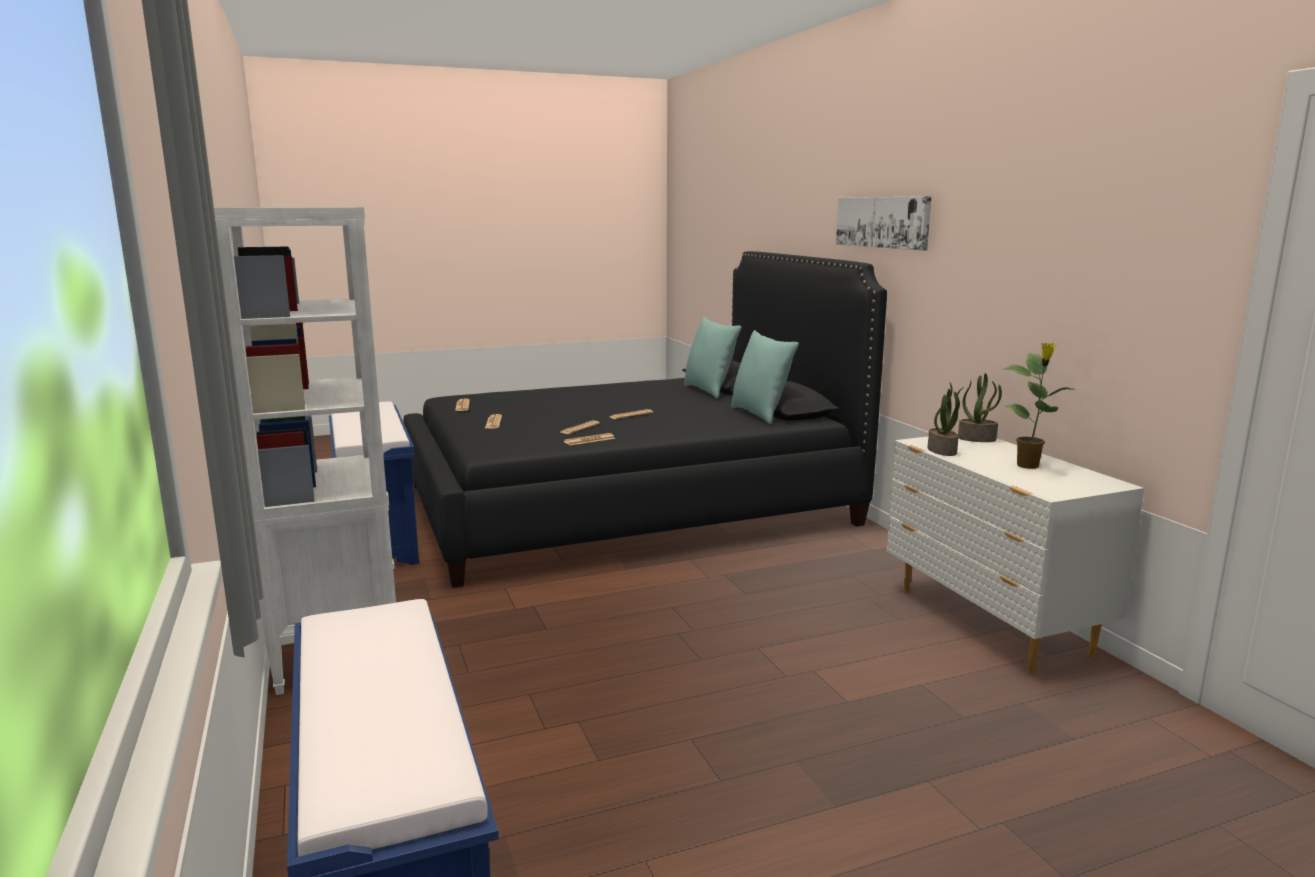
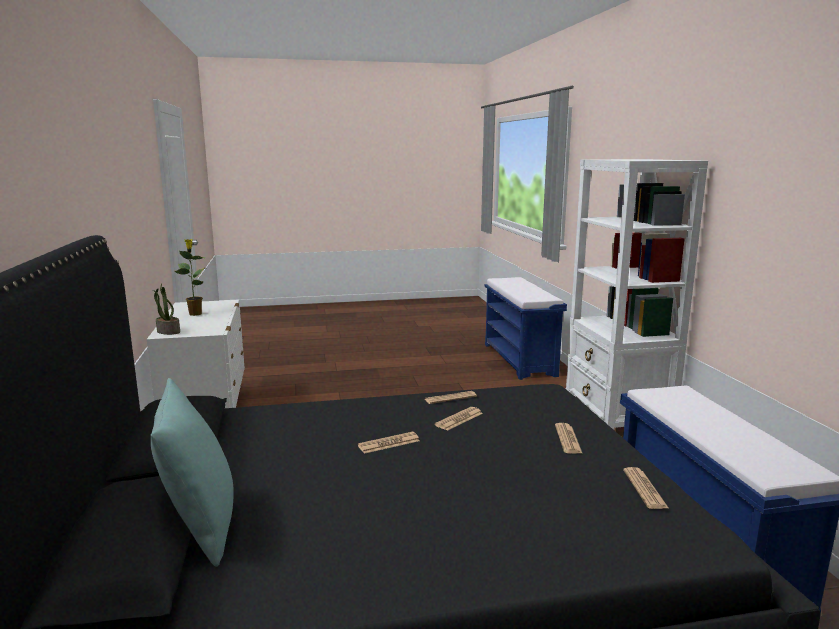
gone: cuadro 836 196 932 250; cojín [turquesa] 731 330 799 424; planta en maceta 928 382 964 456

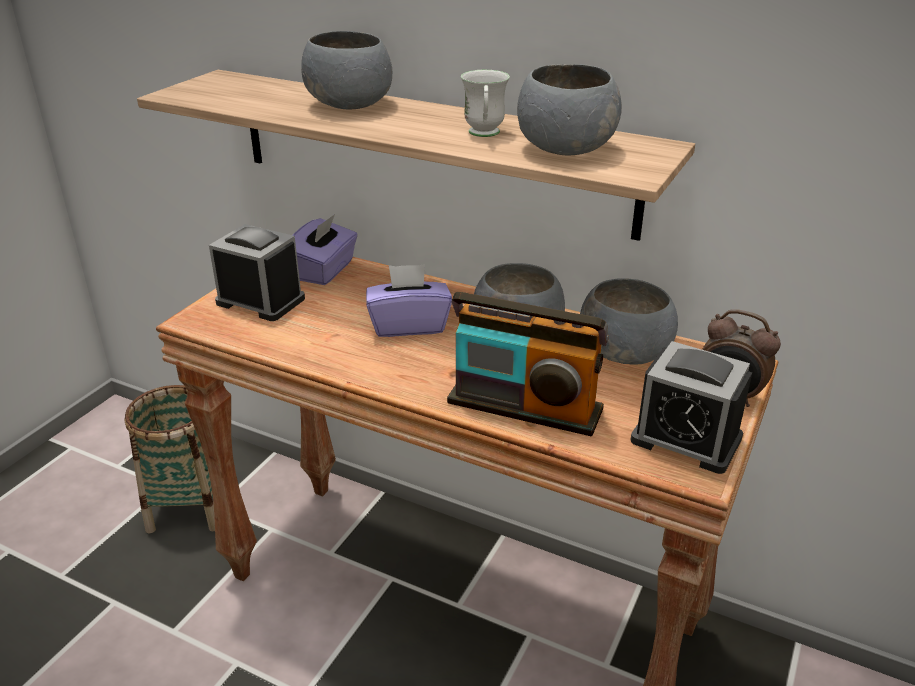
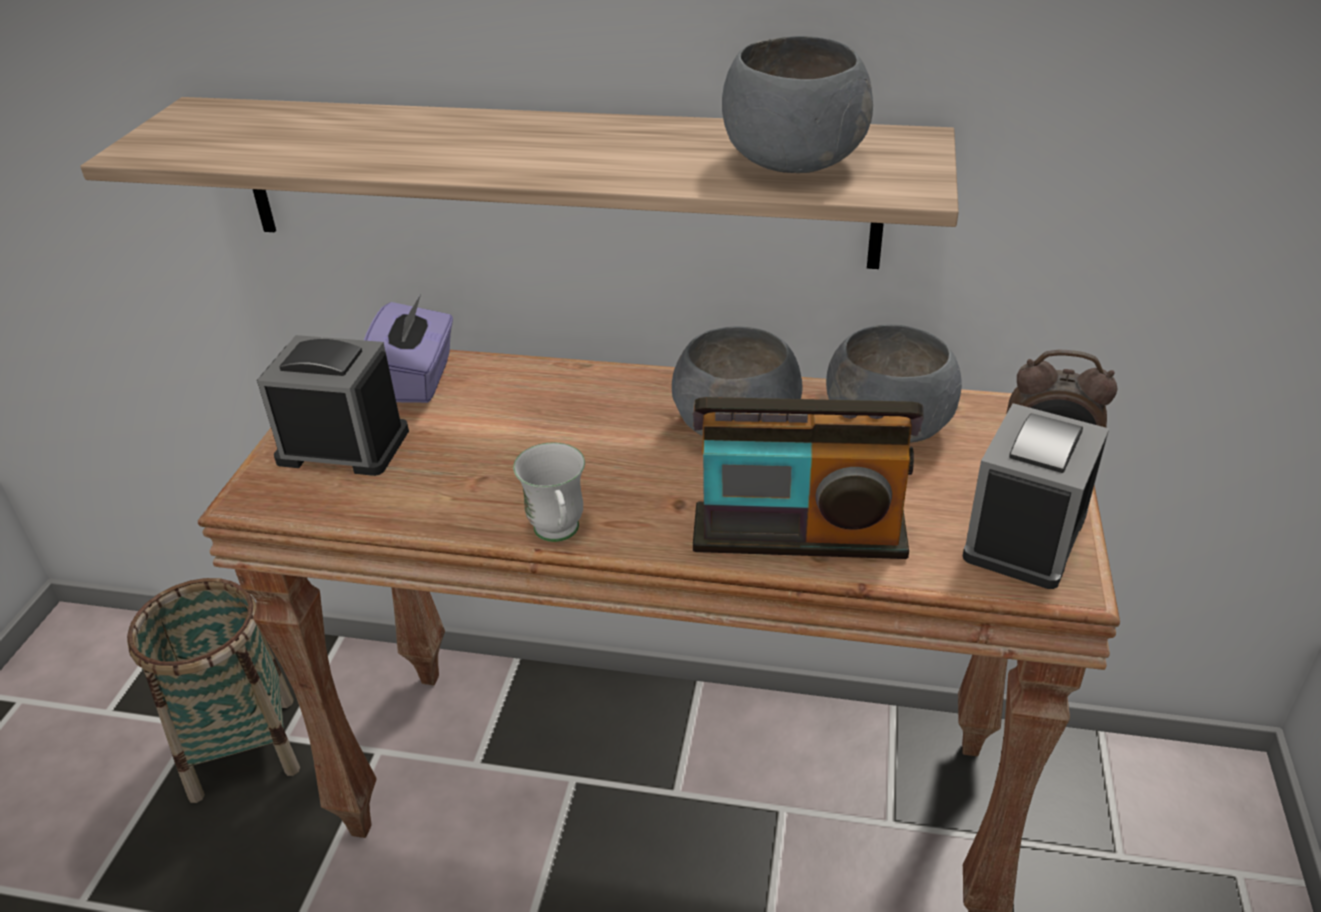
gone: cuenco [gris] 301 31 392 110; caja de pañuelos [morado] 366 264 452 337
shifted: taza grande [blanco] 461 70 510 137 to 513 443 585 542
rotated: despertador 630 341 752 474 = 963 403 1109 589 105 degrees clockwise

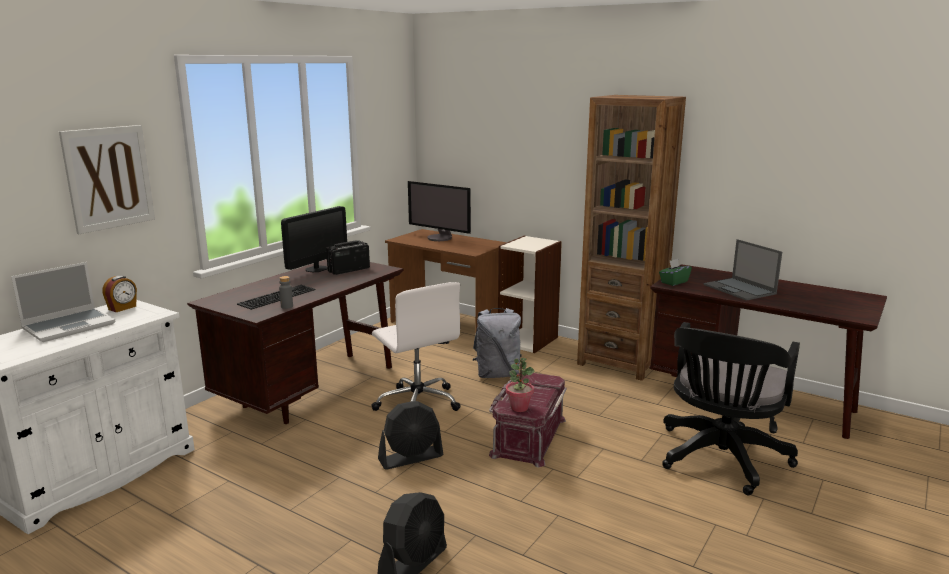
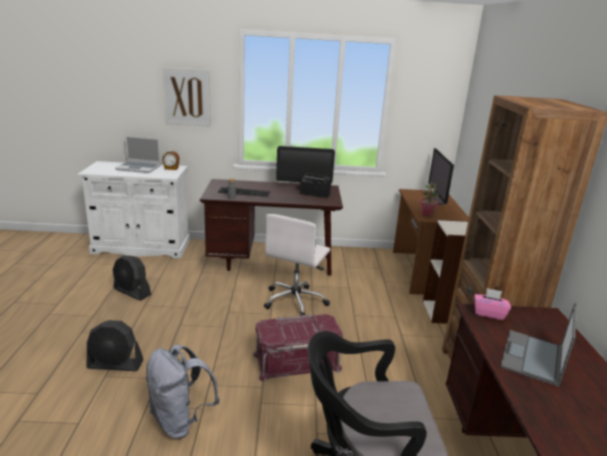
shifted: mochila [gris] 473 308 522 378 to 146 345 220 439; planta en maceta 506 358 535 412 to 419 182 438 216; ventilador [negro] 378 401 443 470 to 113 255 151 301
repainted: caja de pañuelos [verde] 659 259 692 286 to caja de pañuelos [rosa] 474 288 511 320

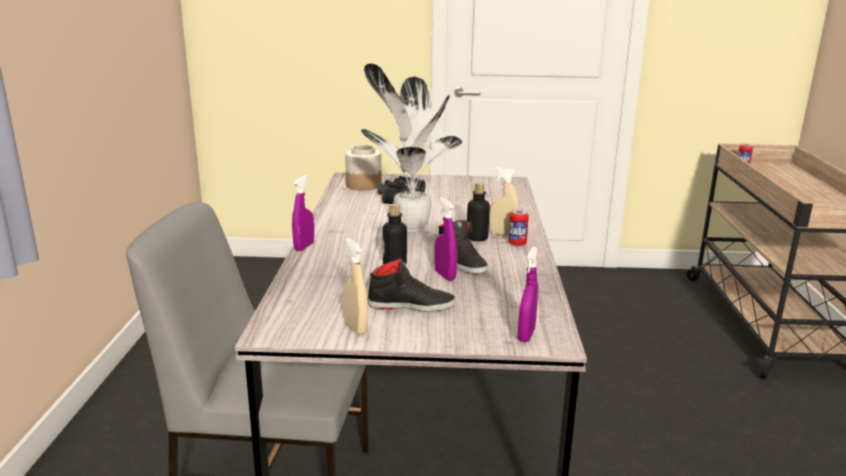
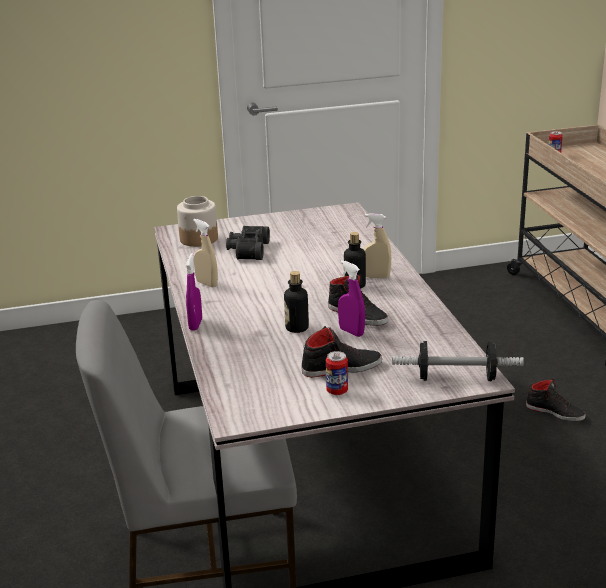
gone: planta en maceta 361 64 462 232
new: zapato [negro] 526 379 585 421
shifted: lata 508 209 529 246 to 326 351 348 395; pulverizador [beis] 343 238 368 335 to 193 219 218 287
swapped: pulverizador [morado] 518 247 538 342 to mancuerna 392 341 524 381

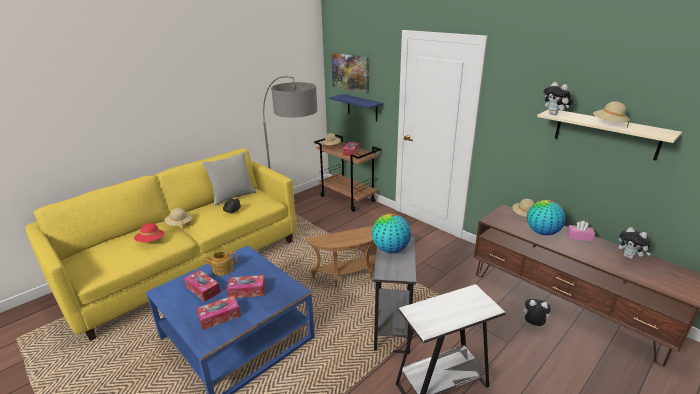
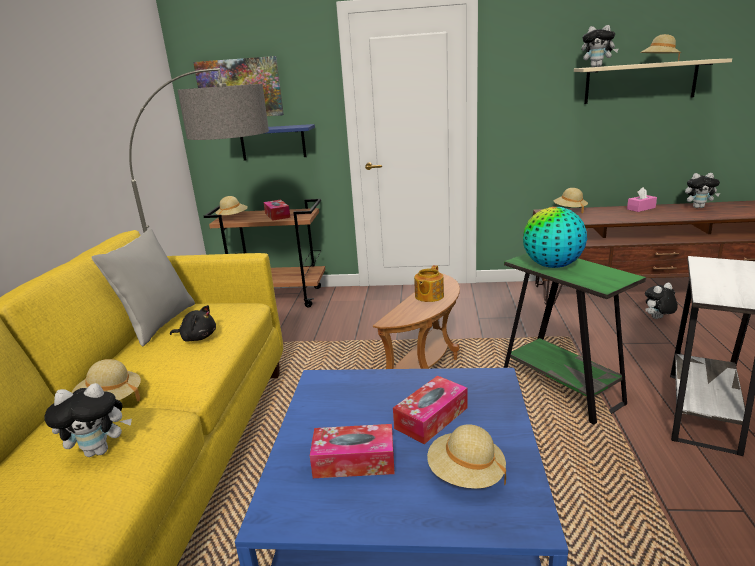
gone: globo terráqueo 527 200 566 235
shifted: tetera 203 251 237 276 to 414 265 444 302
swapped: sombrero [rojo] 134 223 165 242 to peluche 44 383 132 457; caja de pañuelos 196 296 240 330 to sombrero [beis] 427 424 506 489
repainted: mesa auxiliar [gris] 373 236 416 354 to mesa auxiliar [verde] 504 253 646 425

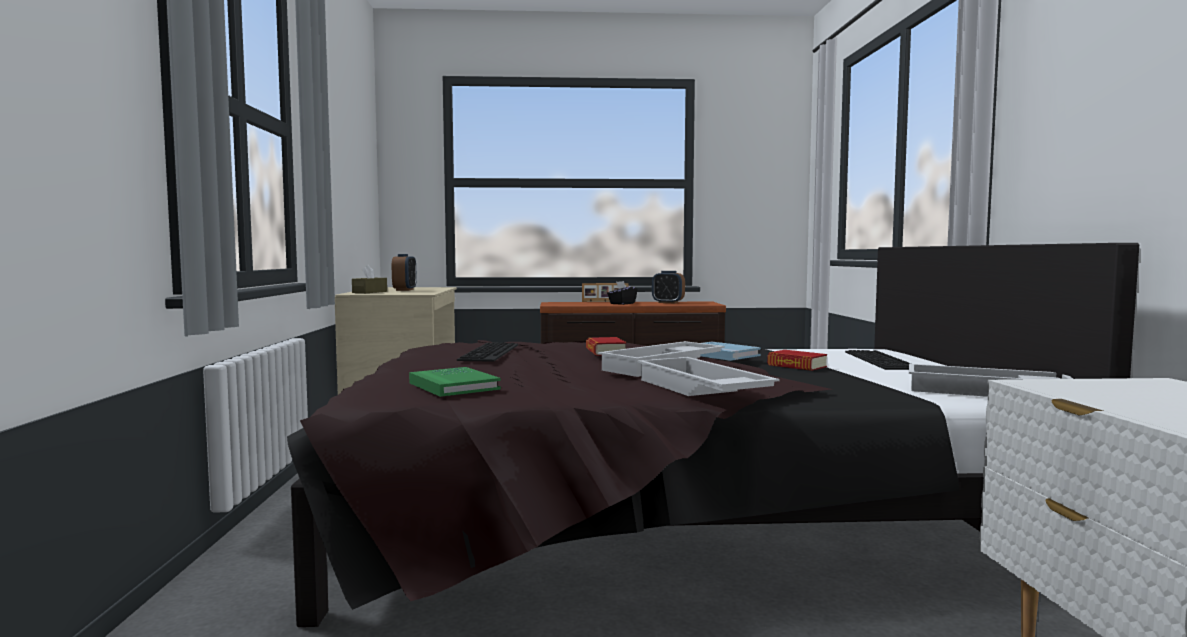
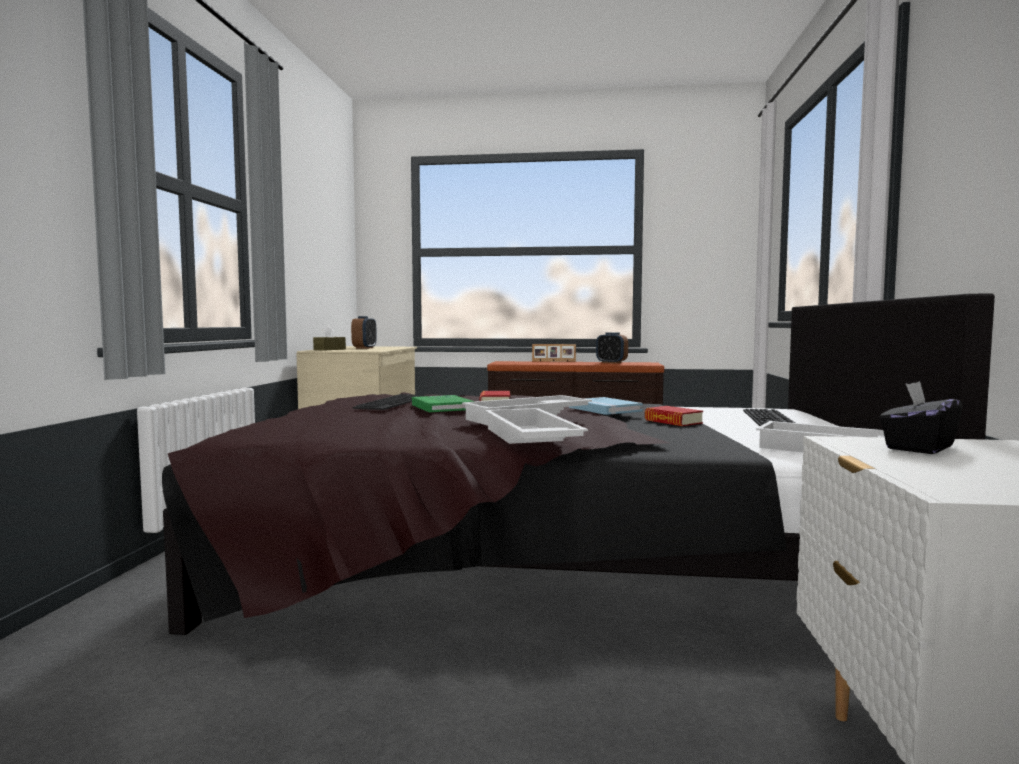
shifted: caja de pañuelos [negro] 607 281 638 305 to 879 381 962 454; libro [verde] 409 367 501 397 to 412 395 475 412

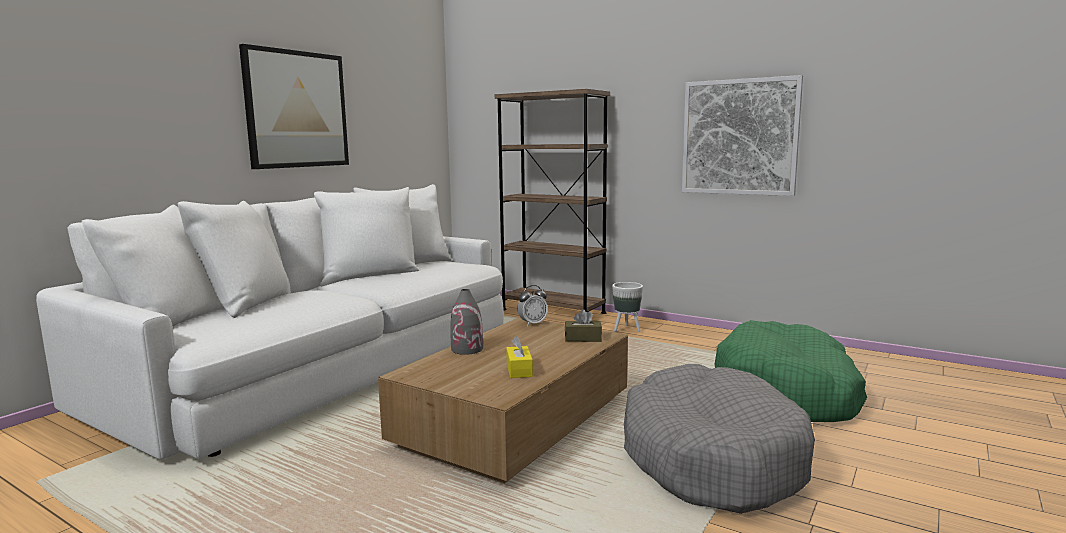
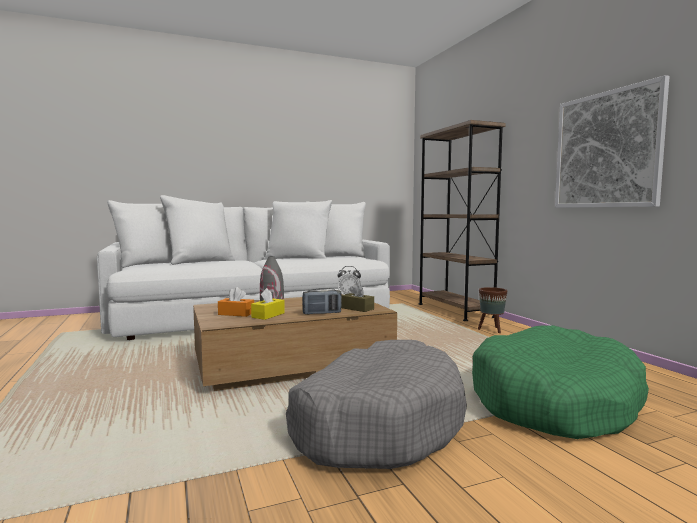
gone: cuadro 239 44 349 169
new: caja de pañuelos [naranja] 218 287 254 317; radio 302 288 342 315
repainted: maceta [blanco] 612 282 643 332 to maceta [marrón] 478 287 507 333

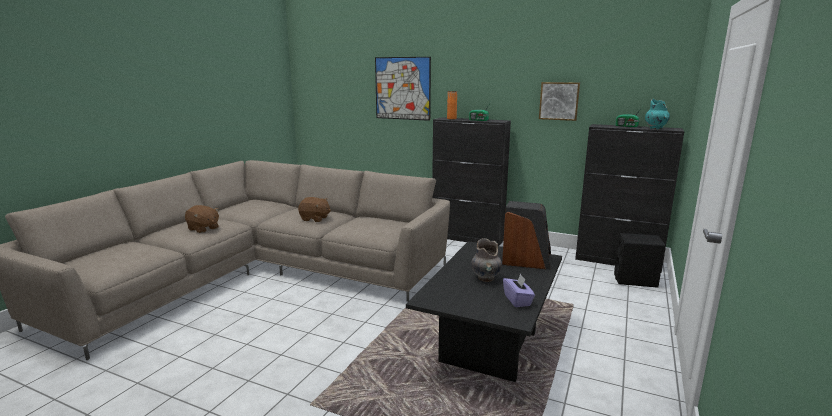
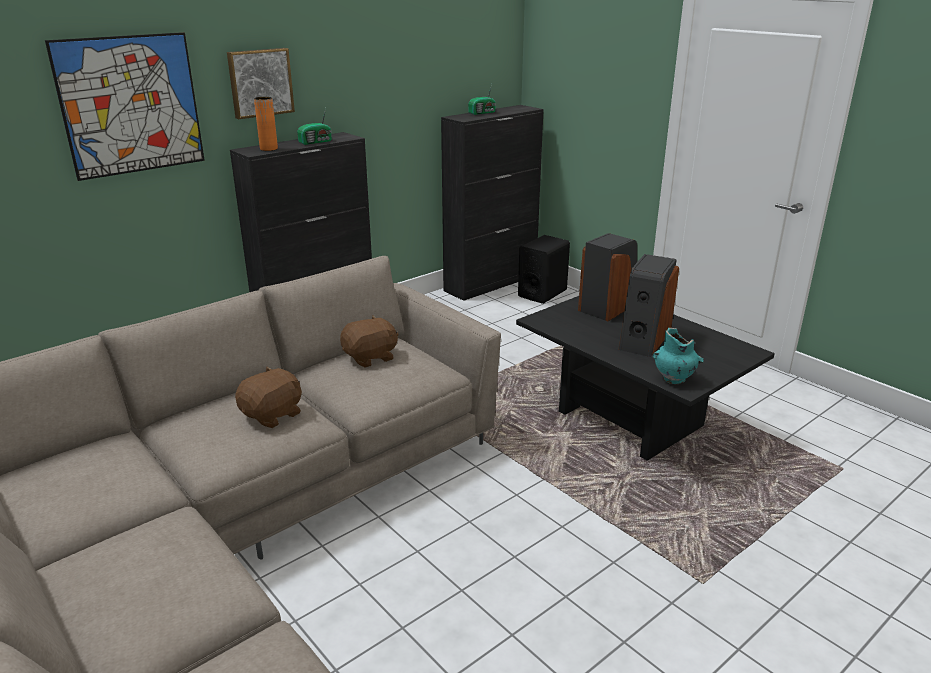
gone: caja de pañuelos [morado] 503 274 535 307
shifted: cuadro 539 82 580 121 to 227 48 295 119; florero [turquesa] 645 99 670 129 to 652 328 704 384; peluche [marrón] 185 205 219 233 to 340 315 399 368
swapped: florero [gris] 471 238 502 282 to altavoz 619 254 679 357

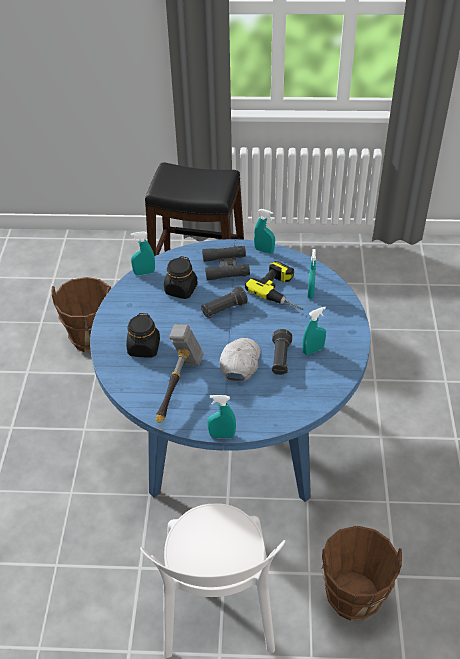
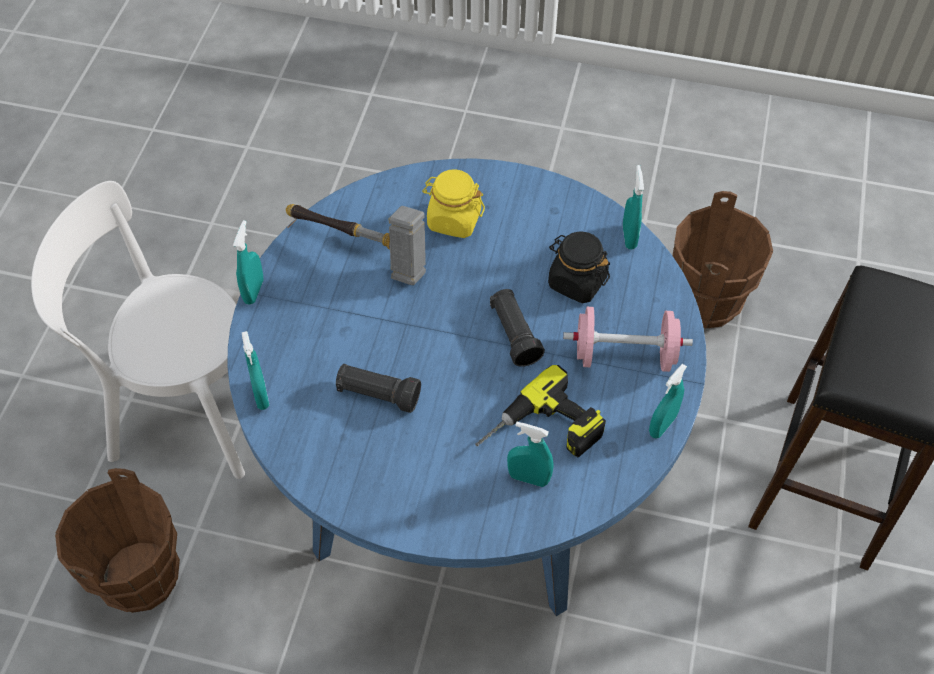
gone: gorra [blanco] 220 338 261 381
shifted: pulverizador [turquesa] 302 307 326 355 to 242 331 269 410
swapped: prismáticos [negro] 202 246 250 280 to mancuerna [rosa] 563 307 693 372
repainted: tarro [negro] 126 313 160 357 to tarro [amarillo] 422 169 485 238

